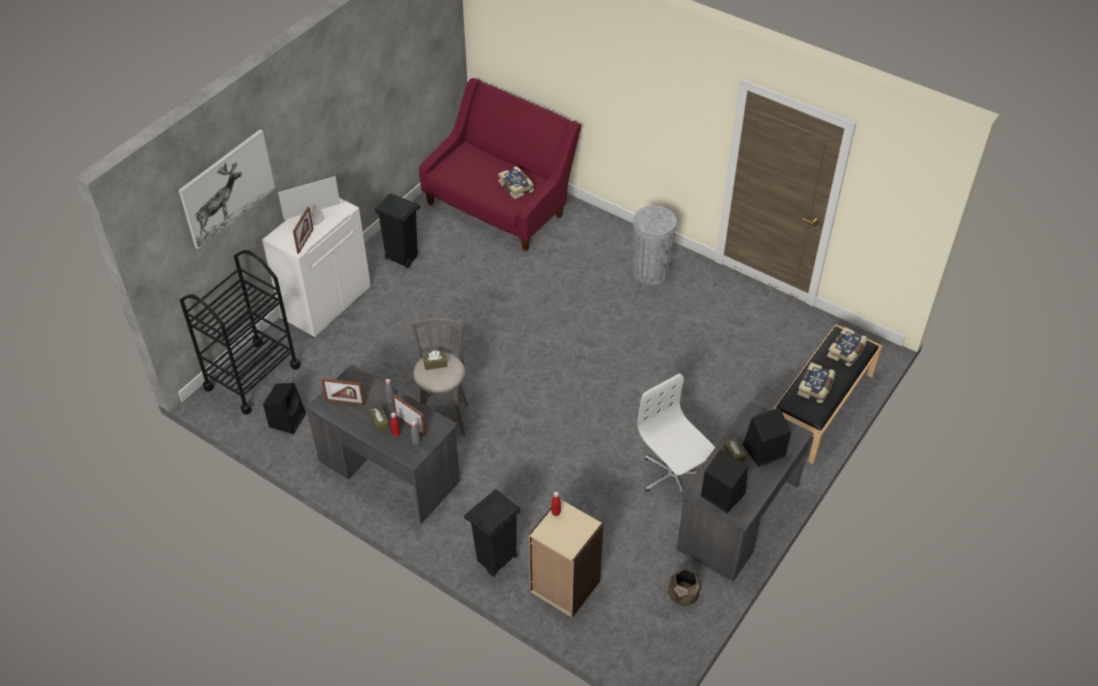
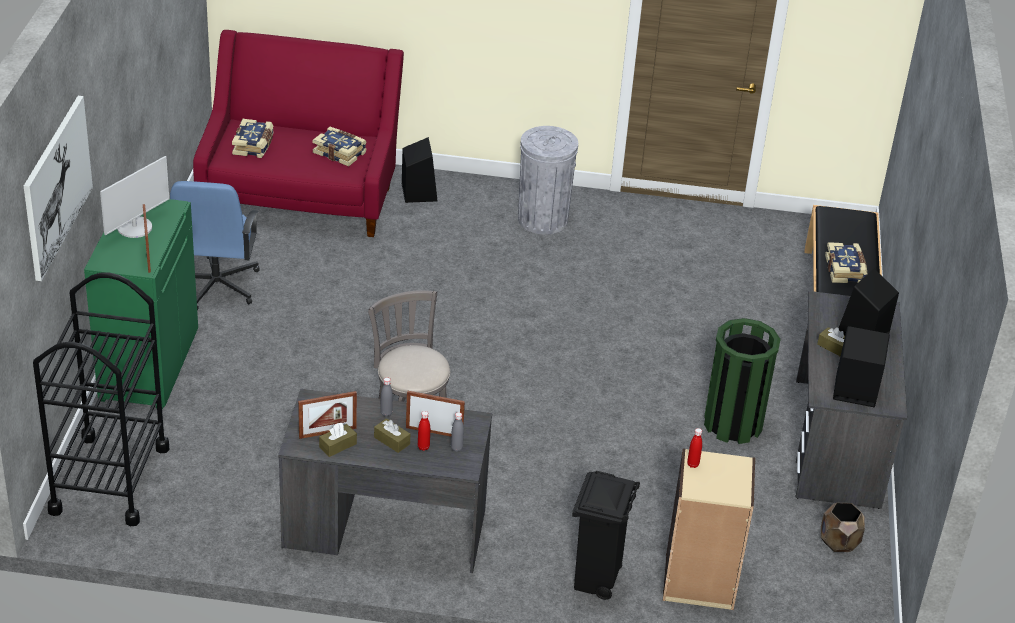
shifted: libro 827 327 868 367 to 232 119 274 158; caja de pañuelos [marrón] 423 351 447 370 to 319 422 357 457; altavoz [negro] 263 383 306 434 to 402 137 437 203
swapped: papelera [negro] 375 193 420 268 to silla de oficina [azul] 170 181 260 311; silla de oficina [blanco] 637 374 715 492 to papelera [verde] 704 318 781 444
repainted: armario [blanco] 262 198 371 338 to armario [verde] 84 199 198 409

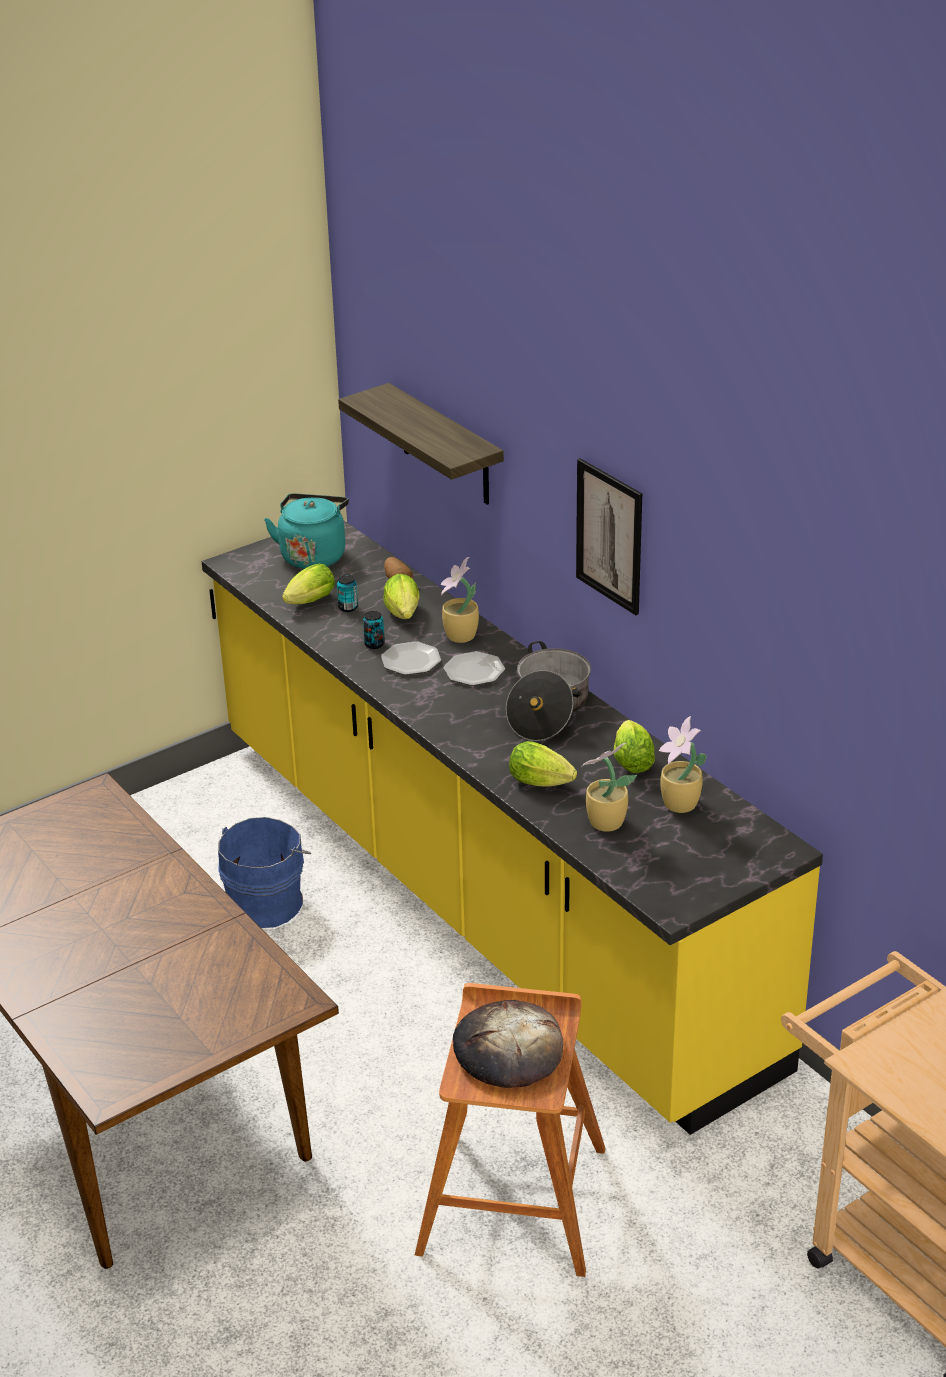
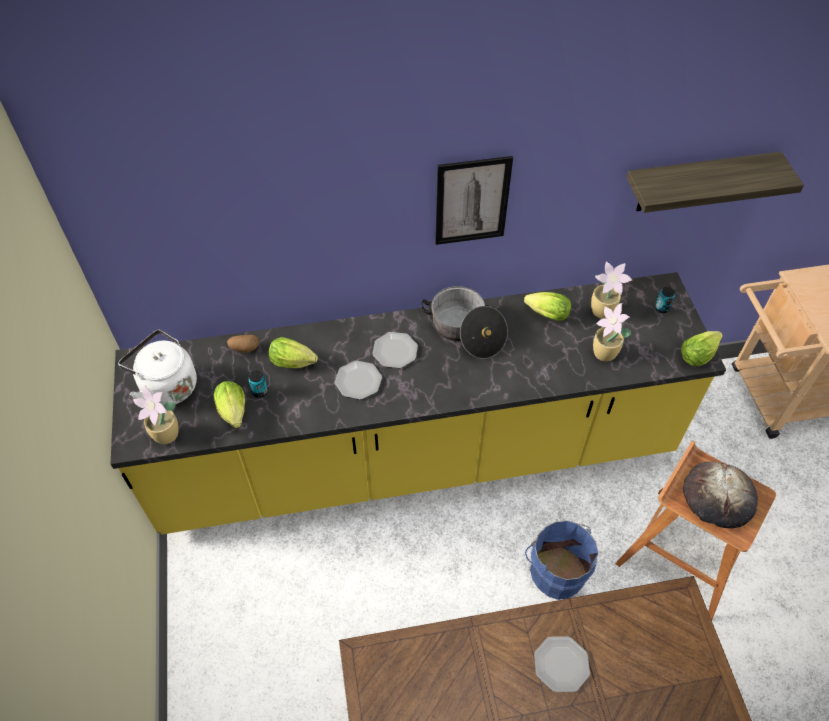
new: plato 534 637 590 692
shifted: estante 338 383 504 505 to 626 152 804 213; planta en maceta 441 557 479 643 to 133 385 179 445; lata 363 611 385 649 to 655 287 675 313; lechuga 509 741 577 787 to 681 331 723 366; cubo [azul] 218 817 311 928 to 525 520 599 600
repainted: hervidor [turquesa] 264 493 349 569 to hervidor [blanco] 118 330 197 404

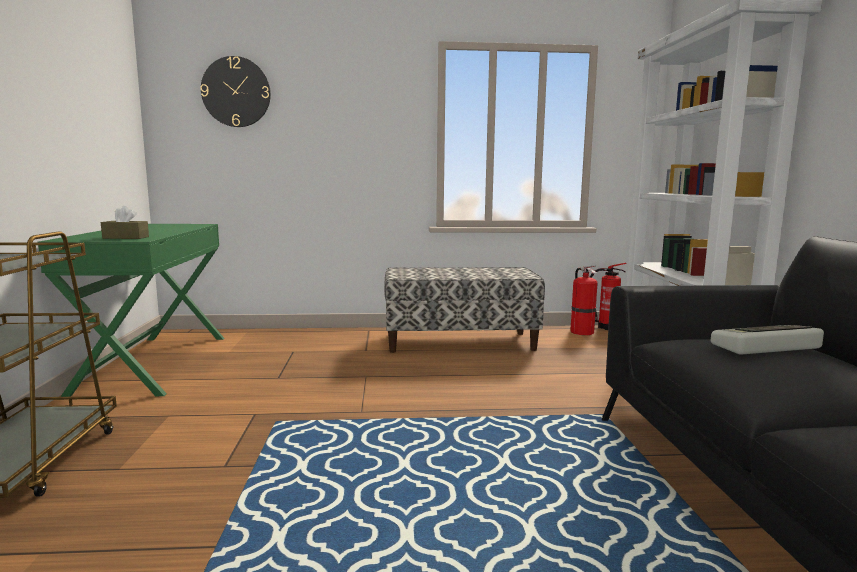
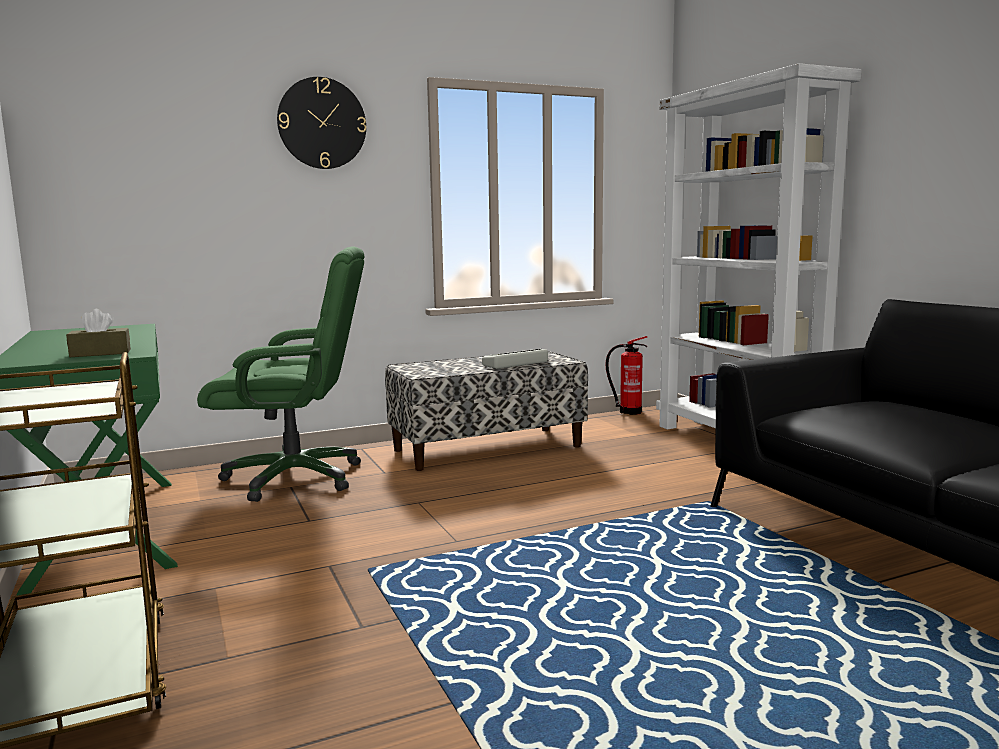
gone: extintor 570 266 598 335
new: silla de oficina [verde] 197 246 365 502
shifted: reloj de pared 200 56 271 127 to 277 77 366 169; teclado 711 325 824 355 to 482 349 548 369

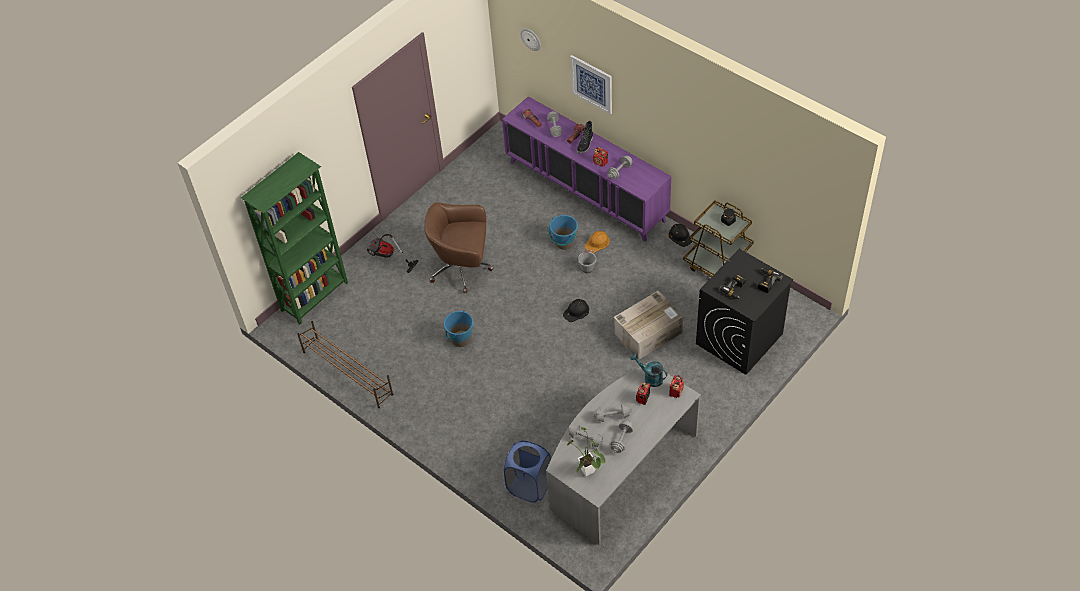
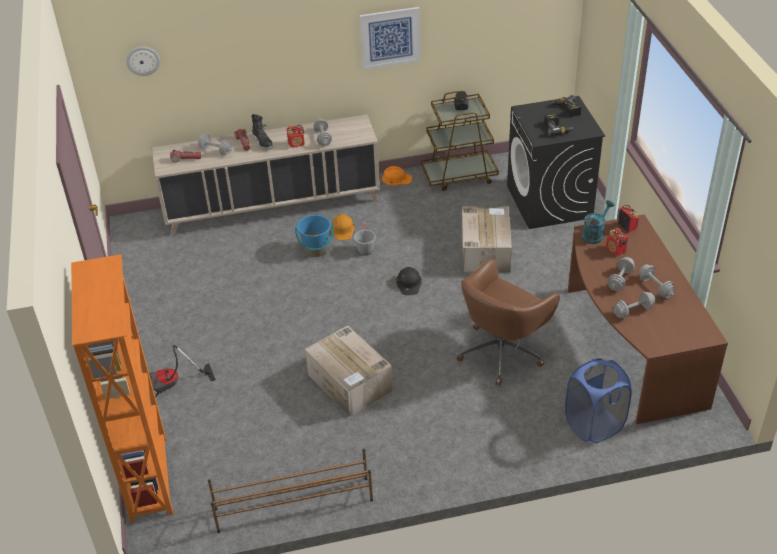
gone: planta en maceta 567 427 606 476
shifted: cuadro 570 55 612 115 to 359 7 420 70; silla de oficina [marrón] 424 202 494 293 to 456 259 560 386
swapped: cubo [azul] 444 310 474 347 to caja de cartón 305 325 393 417
repainted: armario [morado] 502 96 671 242 to armario [beis] 152 115 380 236; estantería [verde] 241 152 348 324 to estantería [naranja] 71 254 173 523; casco [negro] 669 224 692 247 to casco [naranja] 382 166 412 186; escritorio [gris] 546 362 701 545 to escritorio [marrón] 568 214 728 424
rotated: regadera [turquesa] 631 354 667 387 = 582 200 614 244 150 degrees clockwise

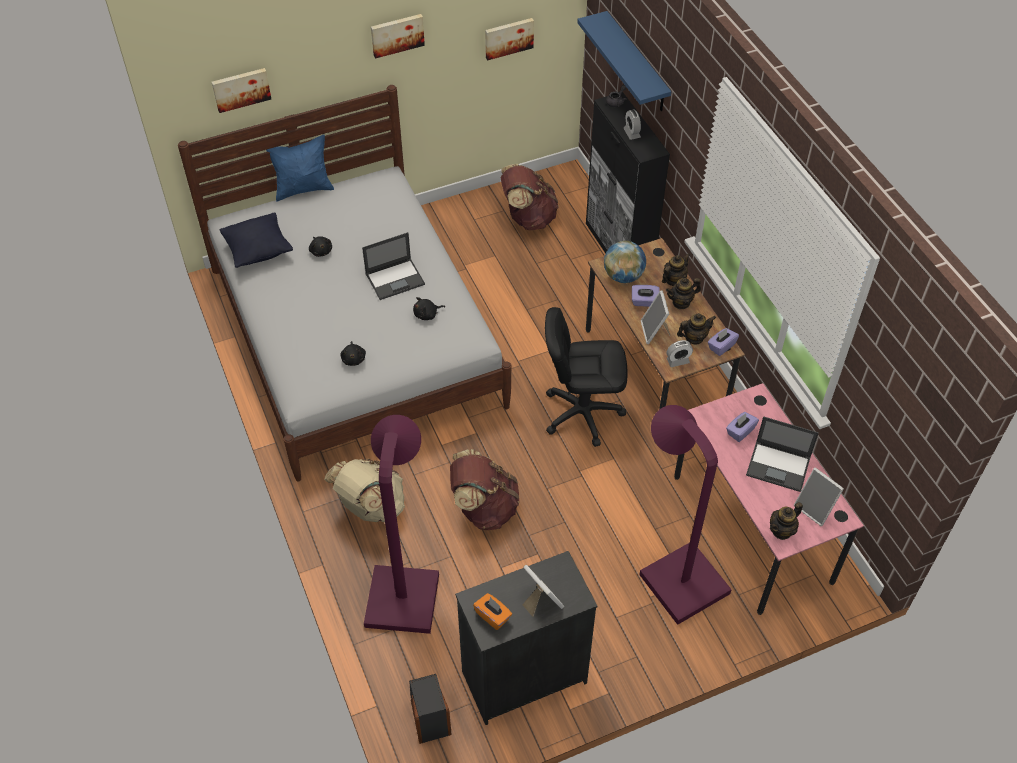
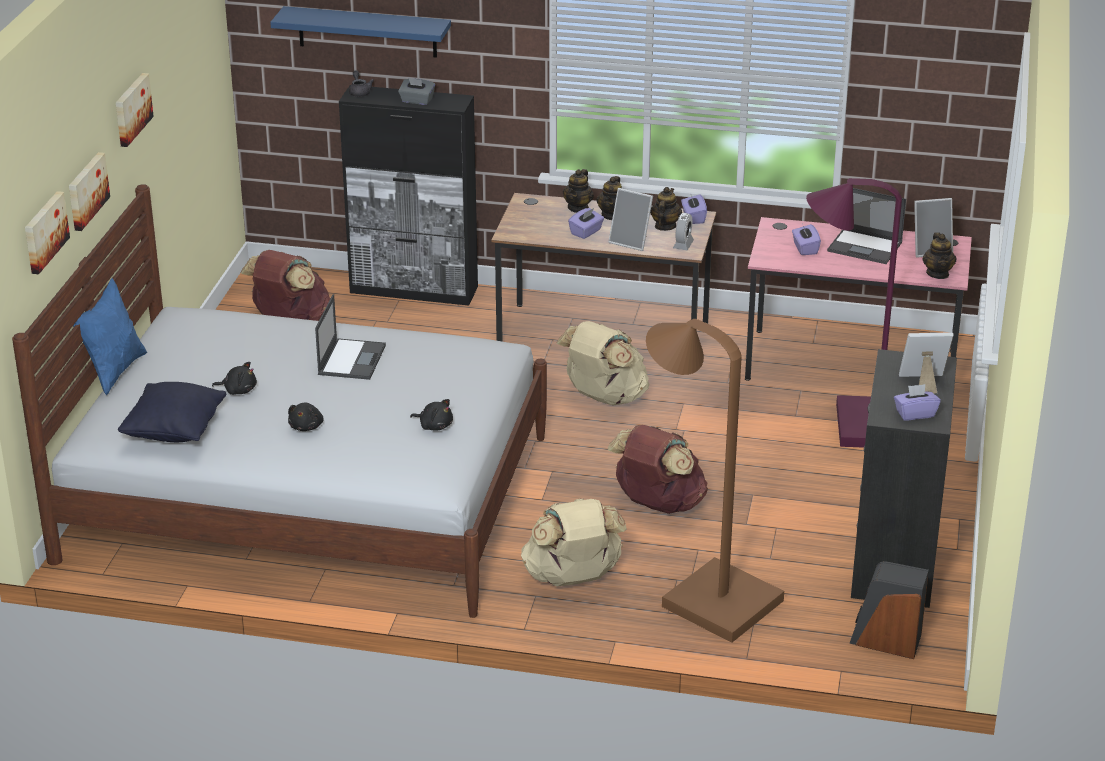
gone: globo terráqueo 604 241 646 283
shifted: cuadro 485 18 534 60 to 69 152 110 231; peluche [negro] 413 297 445 320 to 288 403 324 431
swapped: despertador 623 110 641 140 to caja de pañuelos [gris] 398 78 435 105; silla de oficina [negro] 545 307 627 447 to mochila [beis] 556 321 649 405
repainted: lámpara de pie [morado] 364 415 439 634 to lámpara de pie [marrón] 646 319 784 643; caja de pañuelos [naranja] 473 593 512 630 to caja de pañuelos [morado] 894 384 941 421
rotated: tetera 662 254 690 286 = 563 169 594 213 150 degrees counterclockwise; portátil 746 416 819 492 = 827 188 906 264 60 degrees clockwise

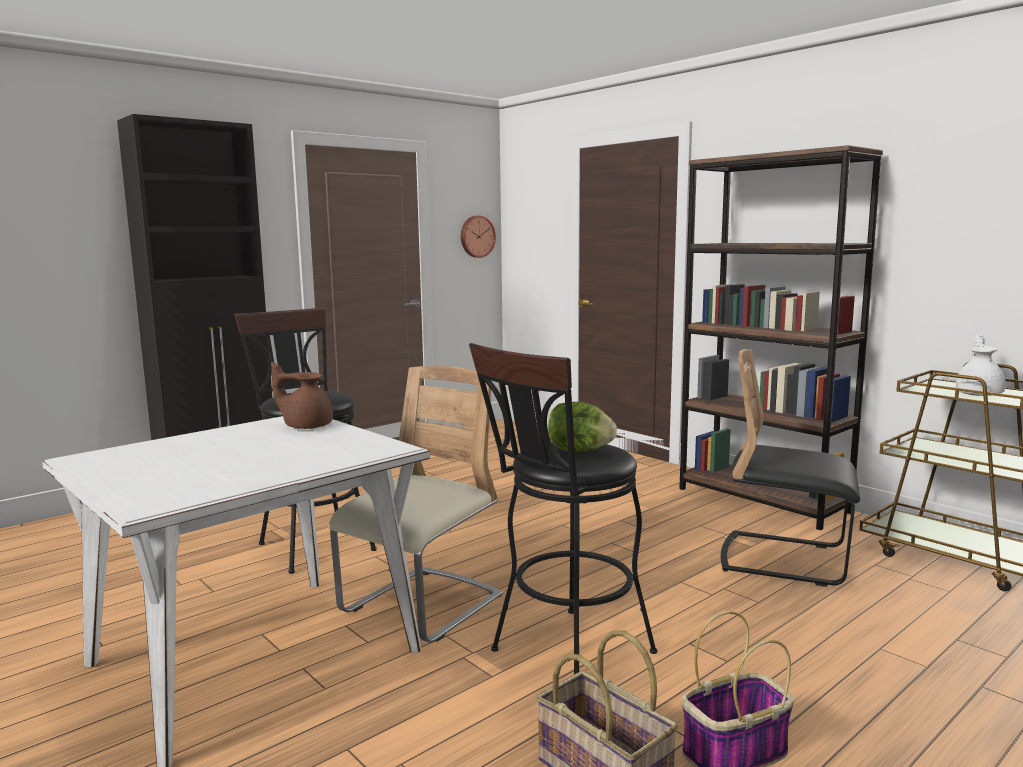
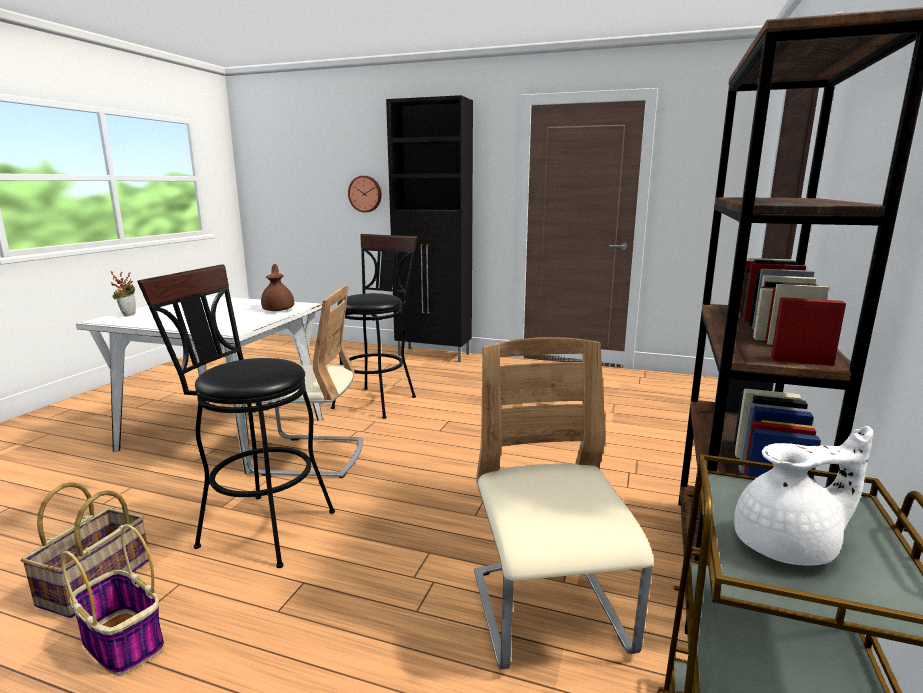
gone: lechuga 548 402 617 452
new: planta en maceta 111 271 136 317
shifted: reloj de pared 461 216 496 258 to 348 176 382 212
repainted: silla [negro] 721 349 860 587 to silla [beis] 474 337 654 670

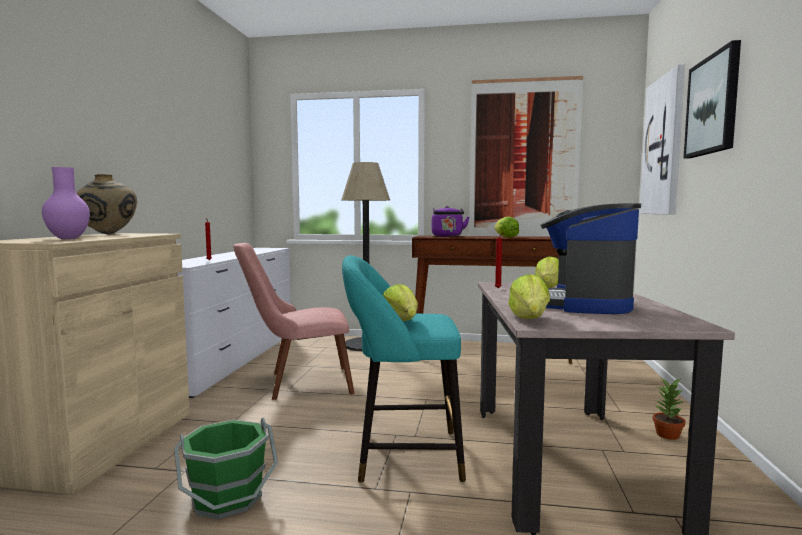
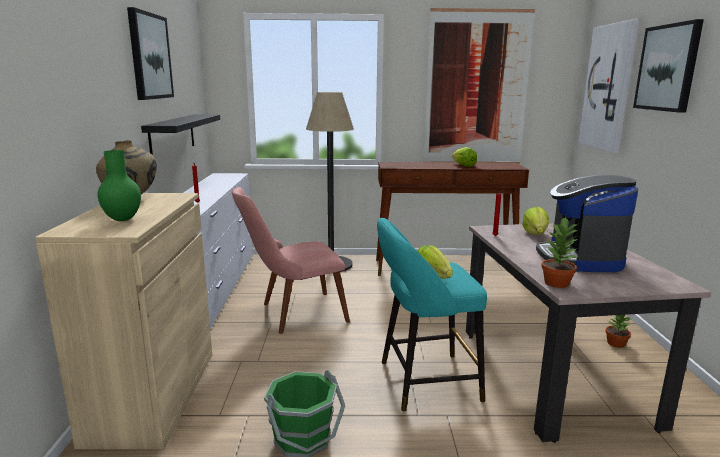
gone: hervidor [morado] 432 206 469 237
new: cuadro 127 7 174 100; estante [negro] 141 114 220 155
swapped: lechuga 508 274 550 319 to planta en maceta 541 216 579 288
repainted: florero [morado] 42 167 90 239 to florero [verde] 97 150 141 221

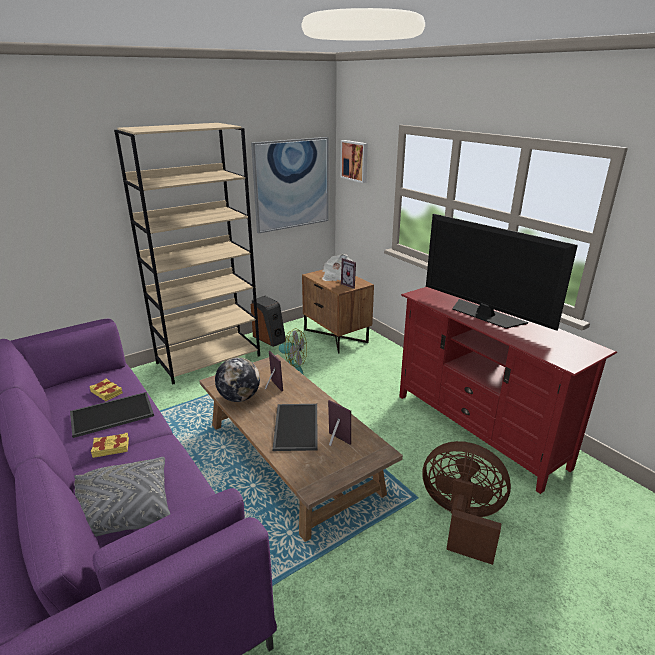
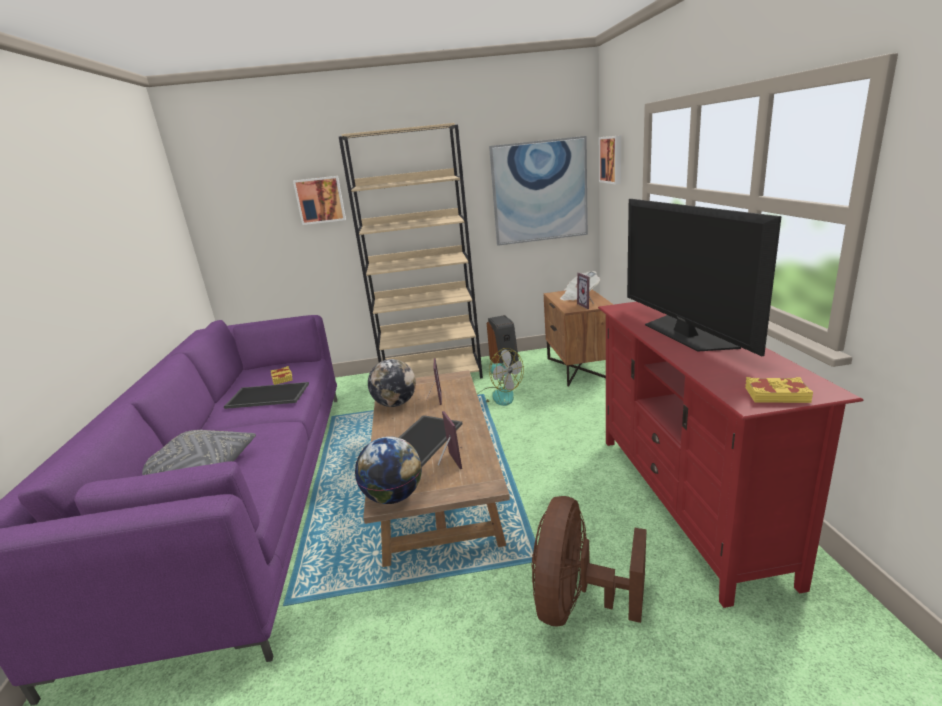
new: cuadro 293 176 346 225; globo terráqueo 355 436 422 504
shifted: libro [amarillo] 91 432 129 458 to 745 377 813 403
rotated: ventilador [marrón] 422 441 511 565 = 531 496 647 627 120 degrees counterclockwise

